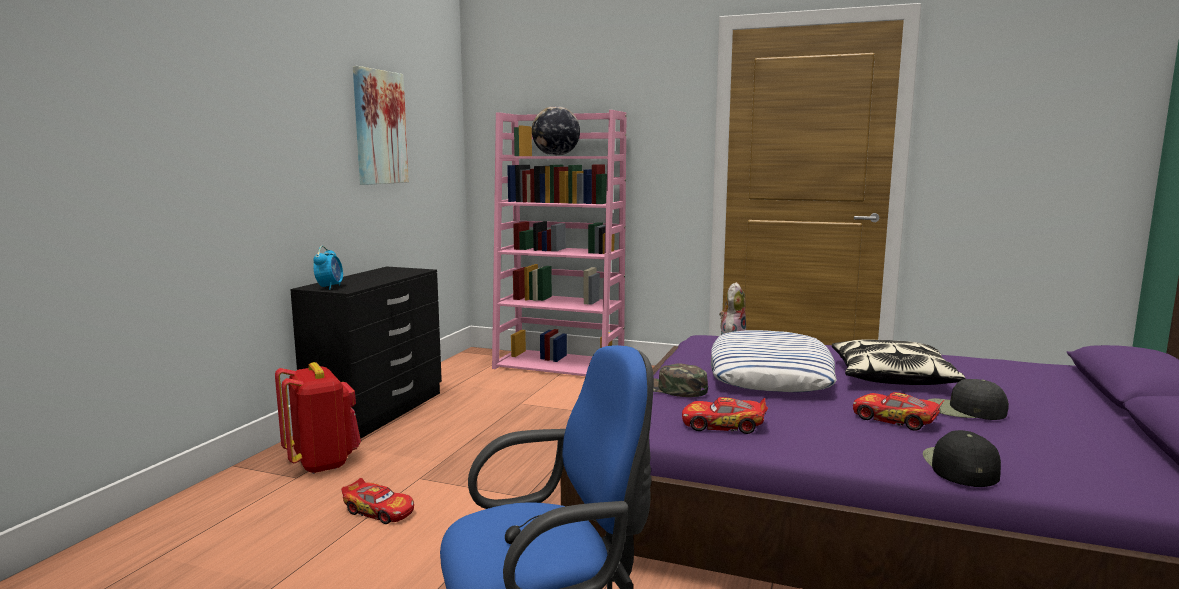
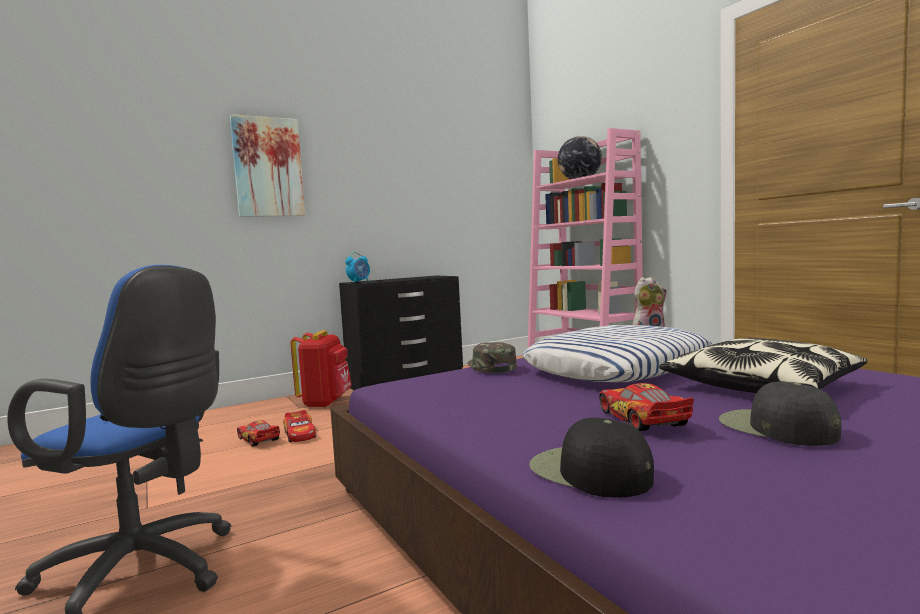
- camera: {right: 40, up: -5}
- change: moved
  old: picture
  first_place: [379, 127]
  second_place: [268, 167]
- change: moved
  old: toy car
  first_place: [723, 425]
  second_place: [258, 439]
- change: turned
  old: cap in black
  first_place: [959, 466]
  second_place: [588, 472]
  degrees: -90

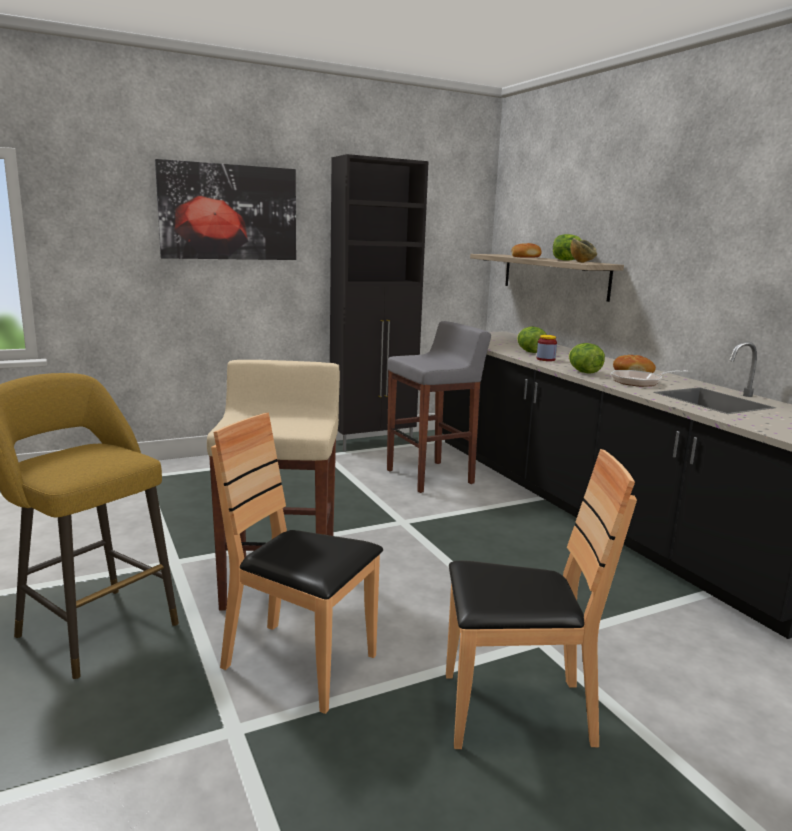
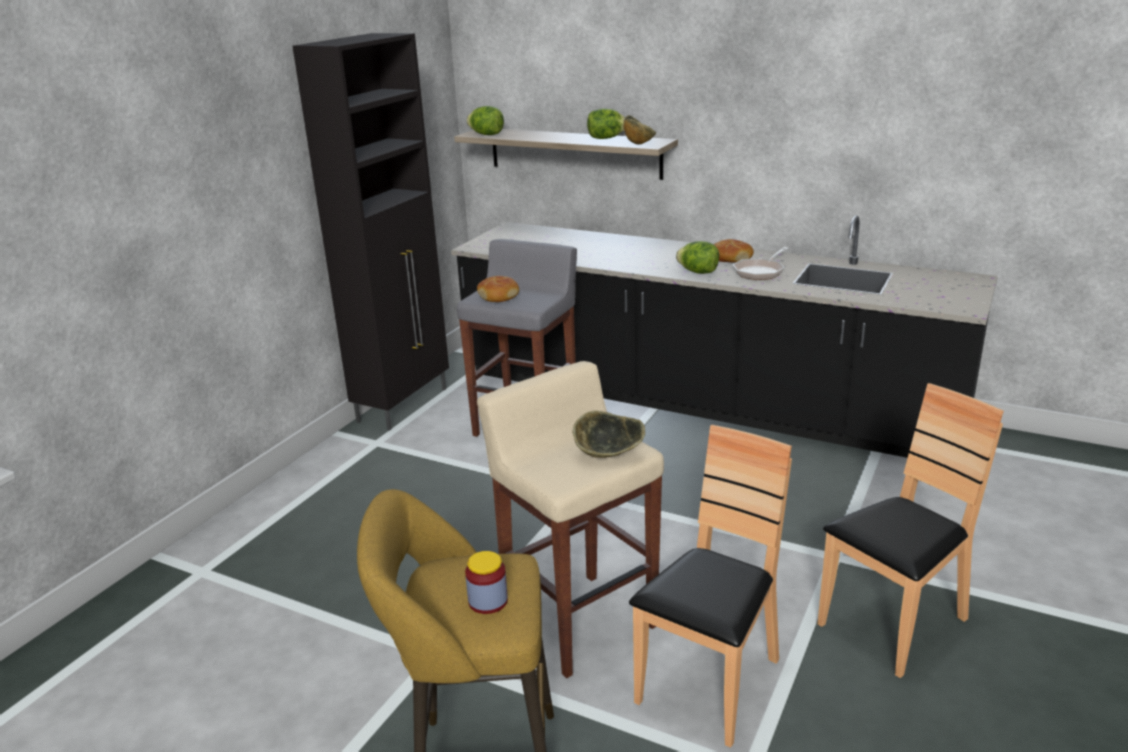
- camera: {right: -35, up: 10}
- change: removed
  old: picture
  first_place: [229, 212]
- change: moved
  old: bread
  first_place: [526, 257]
  second_place: [498, 296]
- change: moved
  old: lettuce
  first_place: [530, 352]
  second_place: [486, 135]
- change: moved
  old: jar
  first_place: [545, 359]
  second_place: [488, 601]
- change: turned
  old: chair in brown
  first_place: [300, 664]
  second_place: [710, 683]
  degrees: 135
- change: added
  new: bowl
  second_place: [608, 456]

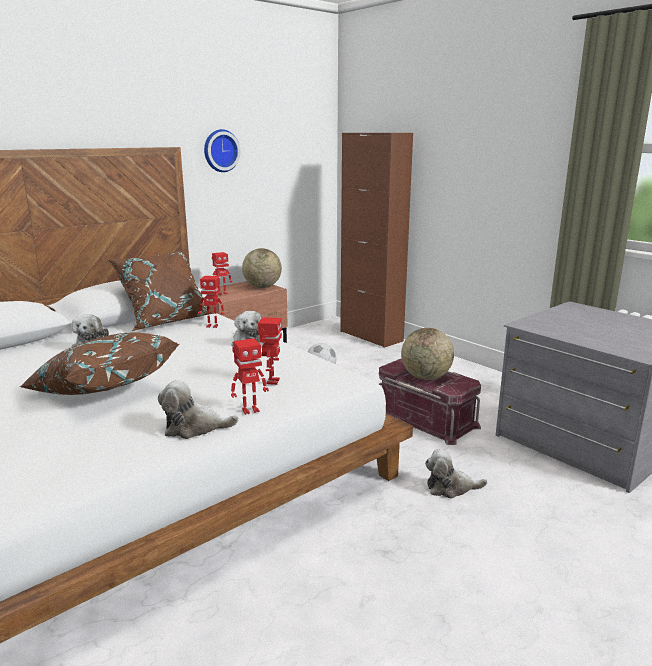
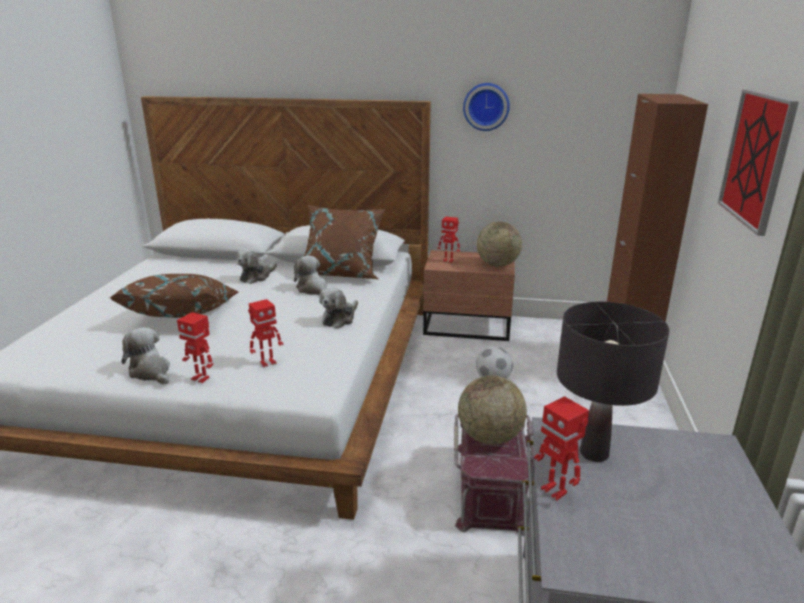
- camera: {right: 50, up: 5}
- change: moved
  old: toy robot
  first_place: [212, 326]
  second_place: [555, 490]
- change: moved
  old: plush toy
  first_place: [450, 488]
  second_place: [313, 290]
- change: added
  new: picture
  second_place: [756, 159]
- change: added
  new: table lamp in black
  second_place: [594, 453]

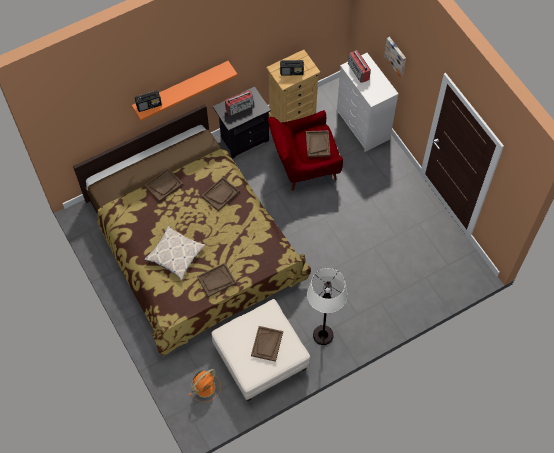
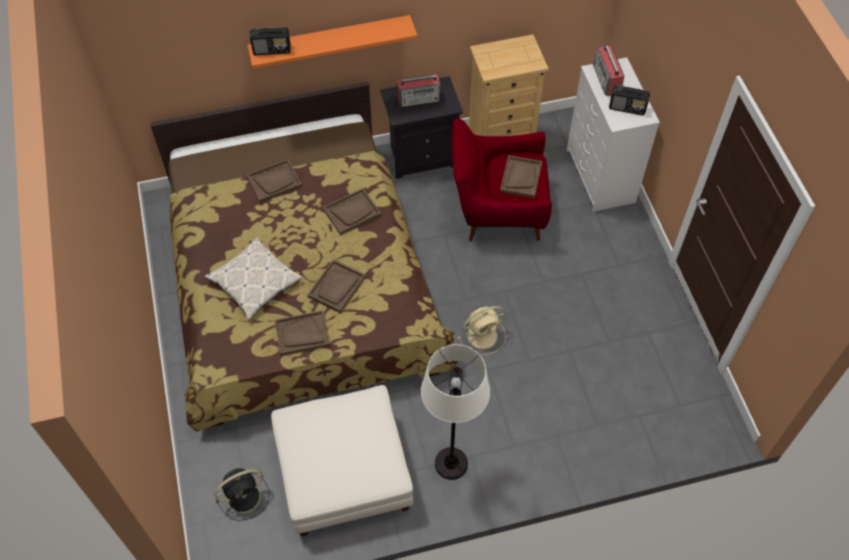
- camera: {right: 15, up: -5}
- change: removed
  old: picture
  first_place: [396, 56]
- change: moved
  old: radio
  first_place: [292, 72]
  second_place: [627, 108]
- change: moved
  old: tray in brown
  first_place: [267, 344]
  second_place: [337, 287]
- change: recoloured
  old: fan in orange
  new: fan in black
  first_place: [205, 386]
  second_place: [245, 496]
- change: added
  new: fan in beige
  second_place: [483, 335]

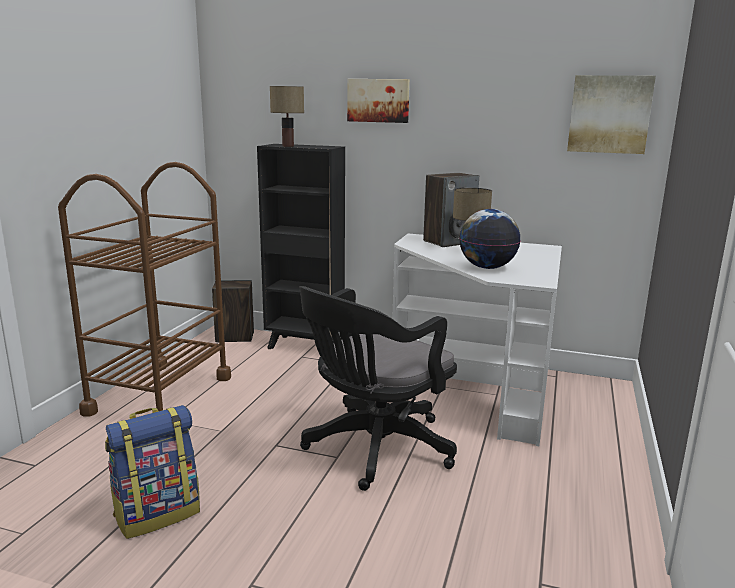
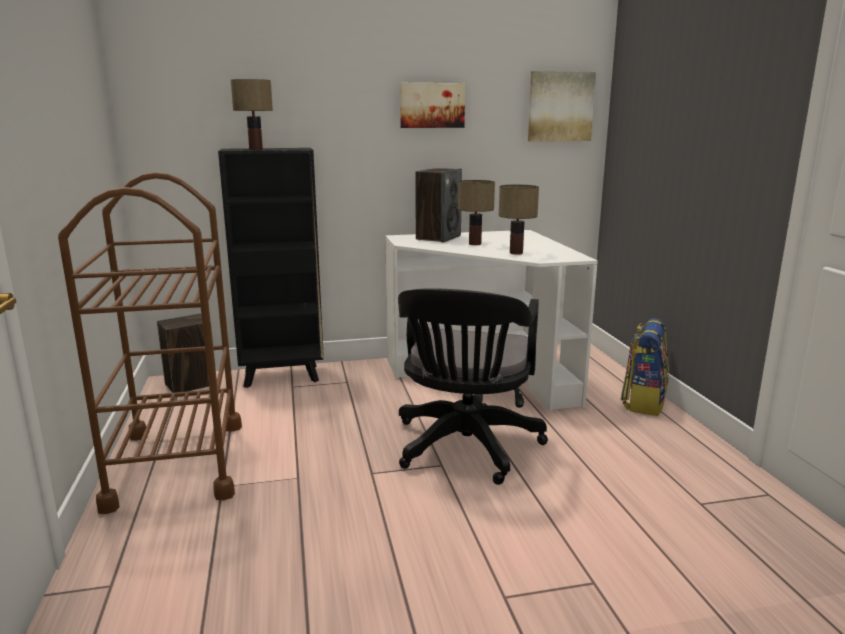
- camera: {right: -30, up: 0}
- change: moved
  old: picture
  first_place: [378, 100]
  second_place: [432, 105]
- change: replaced
  old: globe
  new: table lamp
  first_place: [487, 267]
  second_place: [515, 253]
- change: moved
  old: backpack
  first_place: [158, 513]
  second_place: [643, 402]

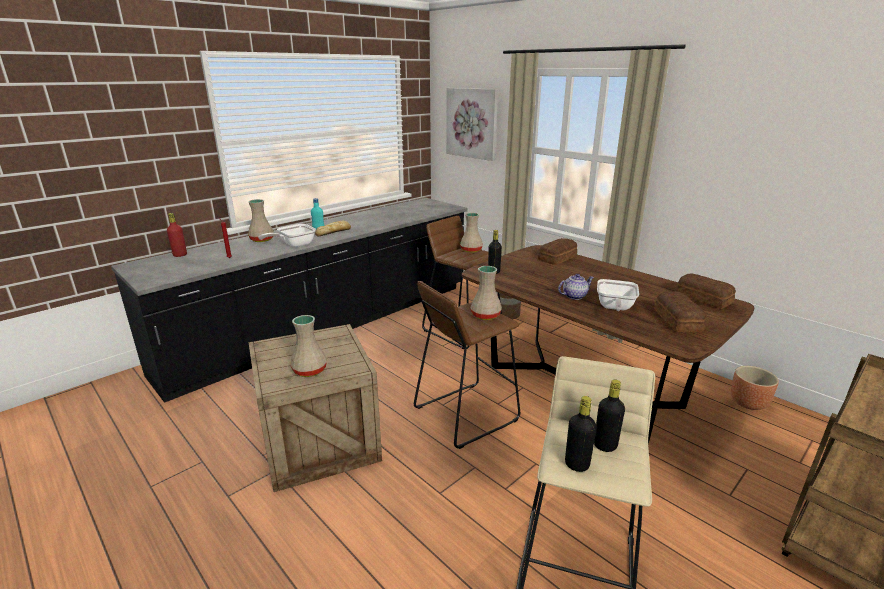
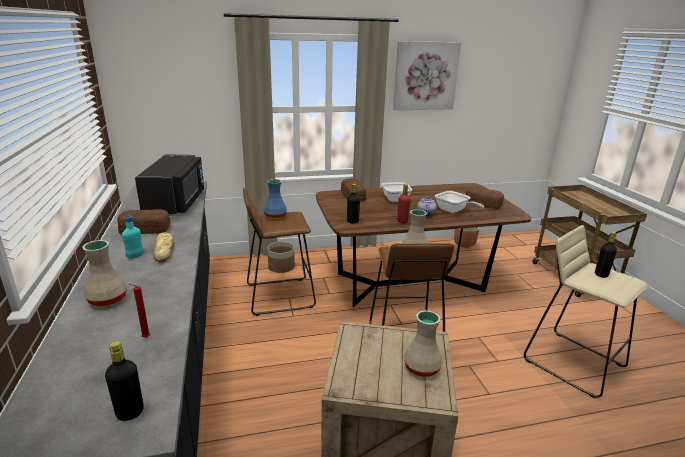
- camera: {right: -60, up: 0}
- change: moved
  old: picture
  first_place: [472, 123]
  second_place: [425, 76]
- change: moved
  old: bottle in red
  first_place: [180, 255]
  second_place: [402, 221]
- change: recoloured
  old: vase in beige
  new: vase in blue
  first_place: [471, 250]
  second_place: [275, 216]
- change: moved
  old: frying pan
  first_place: [294, 245]
  second_place: [396, 201]
- change: moved
  old: bread
  first_place: [703, 298]
  second_place: [145, 229]
- change: moved
  old: bottle in black
  first_place: [577, 464]
  second_place: [130, 412]
- change: added
  new: microwave in black
  second_place: [176, 203]

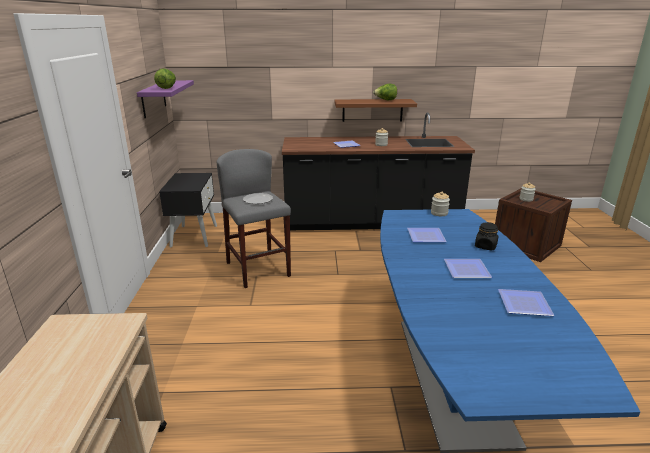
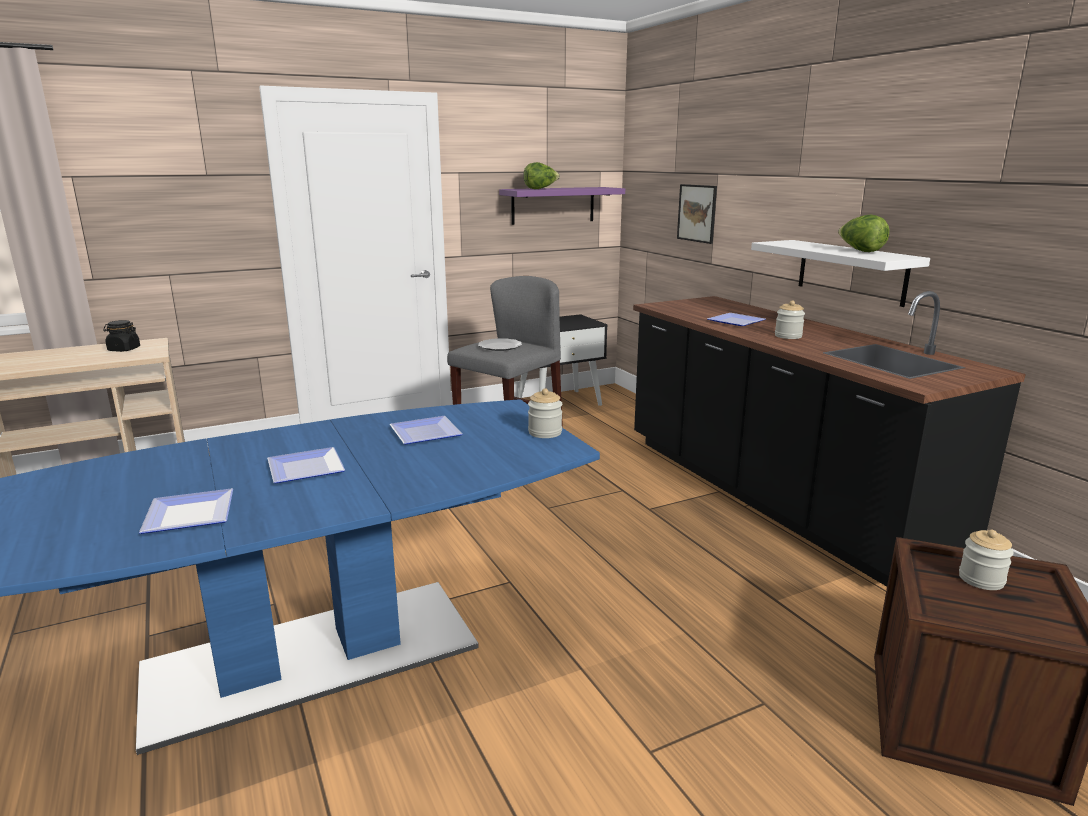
- camera: {right: 65, up: -5}
- change: recoloured
  old: shelf in brown
  new: shelf in white
  first_place: [372, 110]
  second_place: [851, 272]
- change: moved
  old: jar in black
  first_place: [485, 246]
  second_place: [124, 349]
- change: added
  new: picture
  second_place: [697, 213]

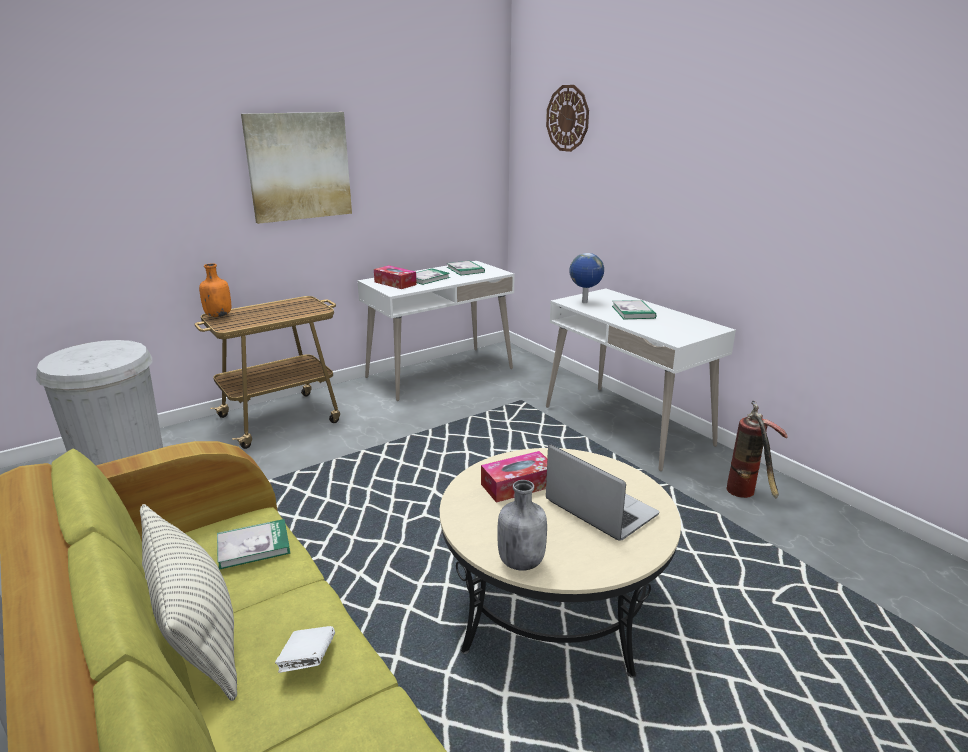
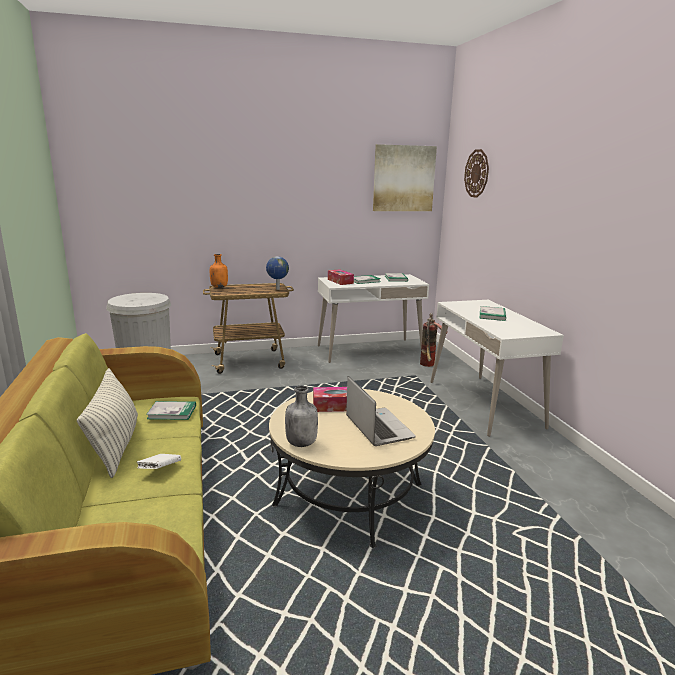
- camera: {right: 20, up: -5}
- change: moved
  old: picture
  first_place: [299, 166]
  second_place: [403, 178]
- change: moved
  old: globe
  first_place: [584, 302]
  second_place: [277, 289]
- change: moved
  old: fire extinguisher
  first_place: [749, 496]
  second_place: [429, 366]

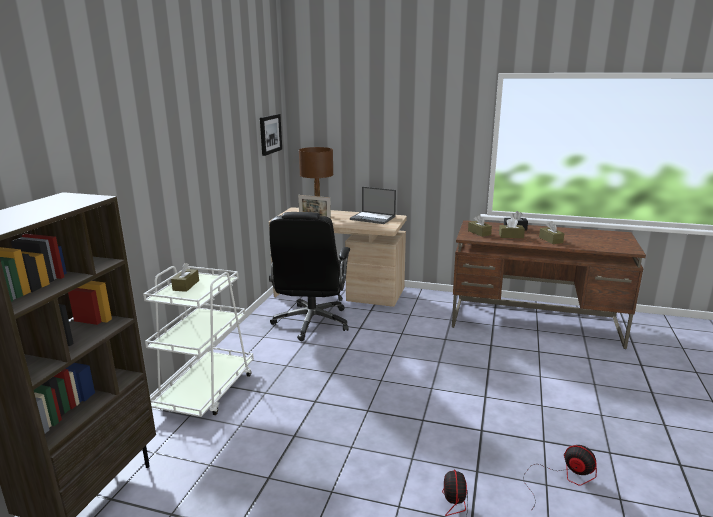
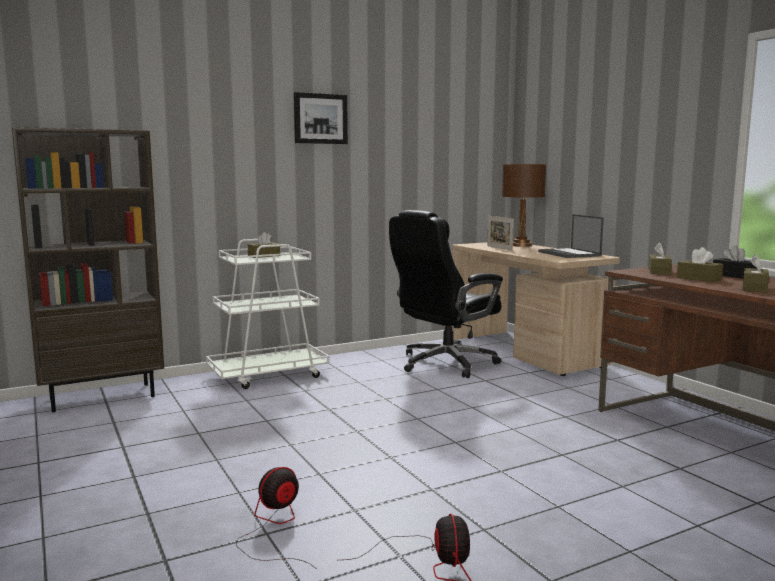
- camera: {right: 45, up: -10}
- change: moved
  old: picture
  first_place: [270, 134]
  second_place: [320, 119]

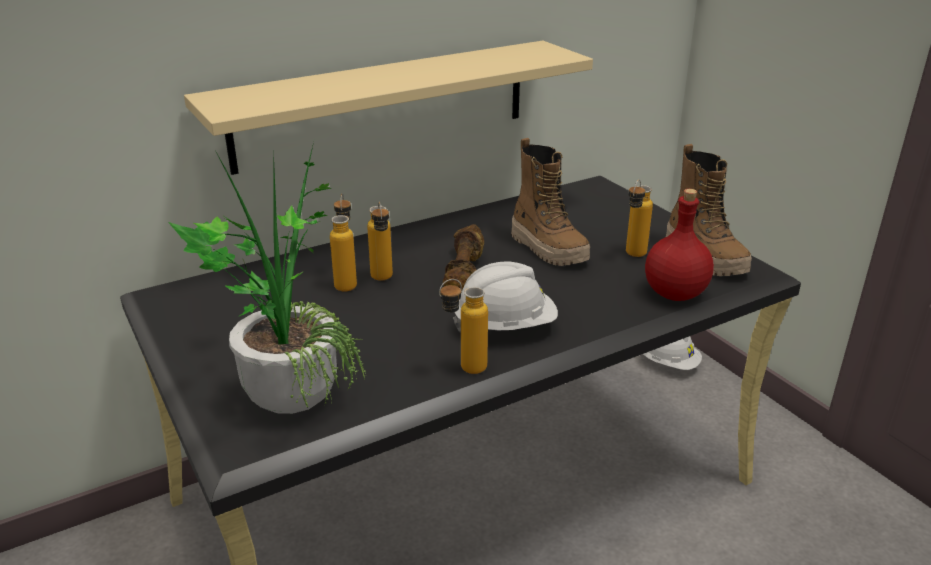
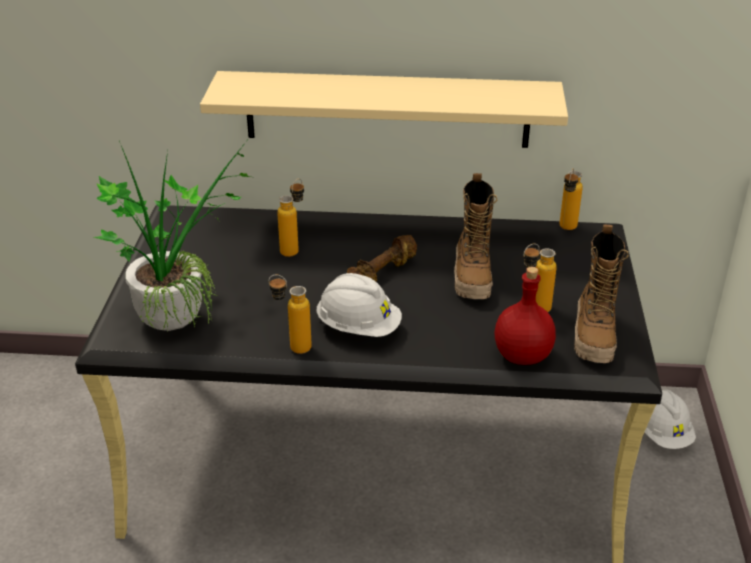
- camera: {right: 35, up: 5}
- change: moved
  old: bottle
  first_place: [382, 280]
  second_place: [566, 230]

